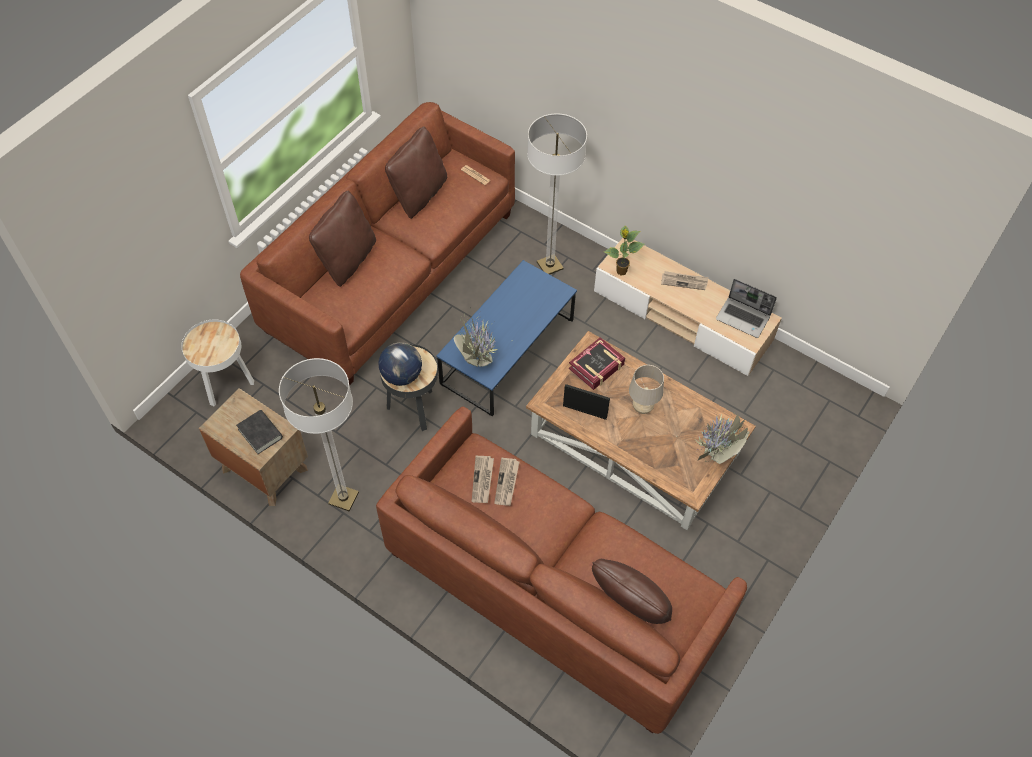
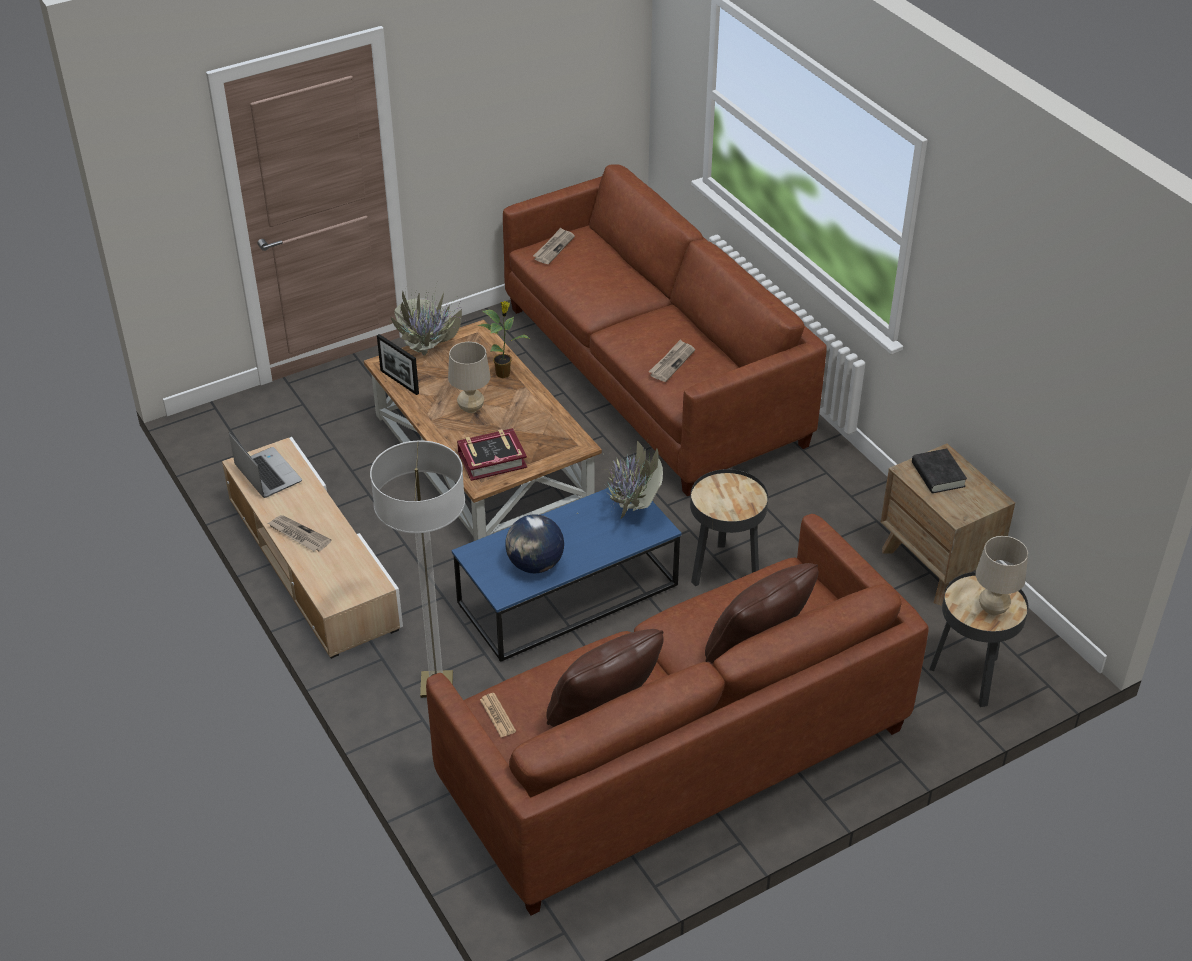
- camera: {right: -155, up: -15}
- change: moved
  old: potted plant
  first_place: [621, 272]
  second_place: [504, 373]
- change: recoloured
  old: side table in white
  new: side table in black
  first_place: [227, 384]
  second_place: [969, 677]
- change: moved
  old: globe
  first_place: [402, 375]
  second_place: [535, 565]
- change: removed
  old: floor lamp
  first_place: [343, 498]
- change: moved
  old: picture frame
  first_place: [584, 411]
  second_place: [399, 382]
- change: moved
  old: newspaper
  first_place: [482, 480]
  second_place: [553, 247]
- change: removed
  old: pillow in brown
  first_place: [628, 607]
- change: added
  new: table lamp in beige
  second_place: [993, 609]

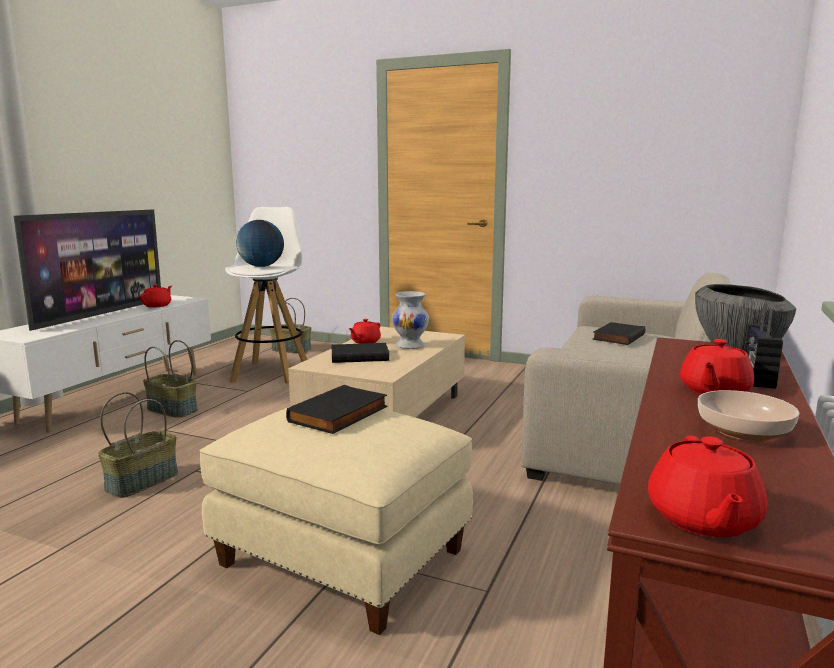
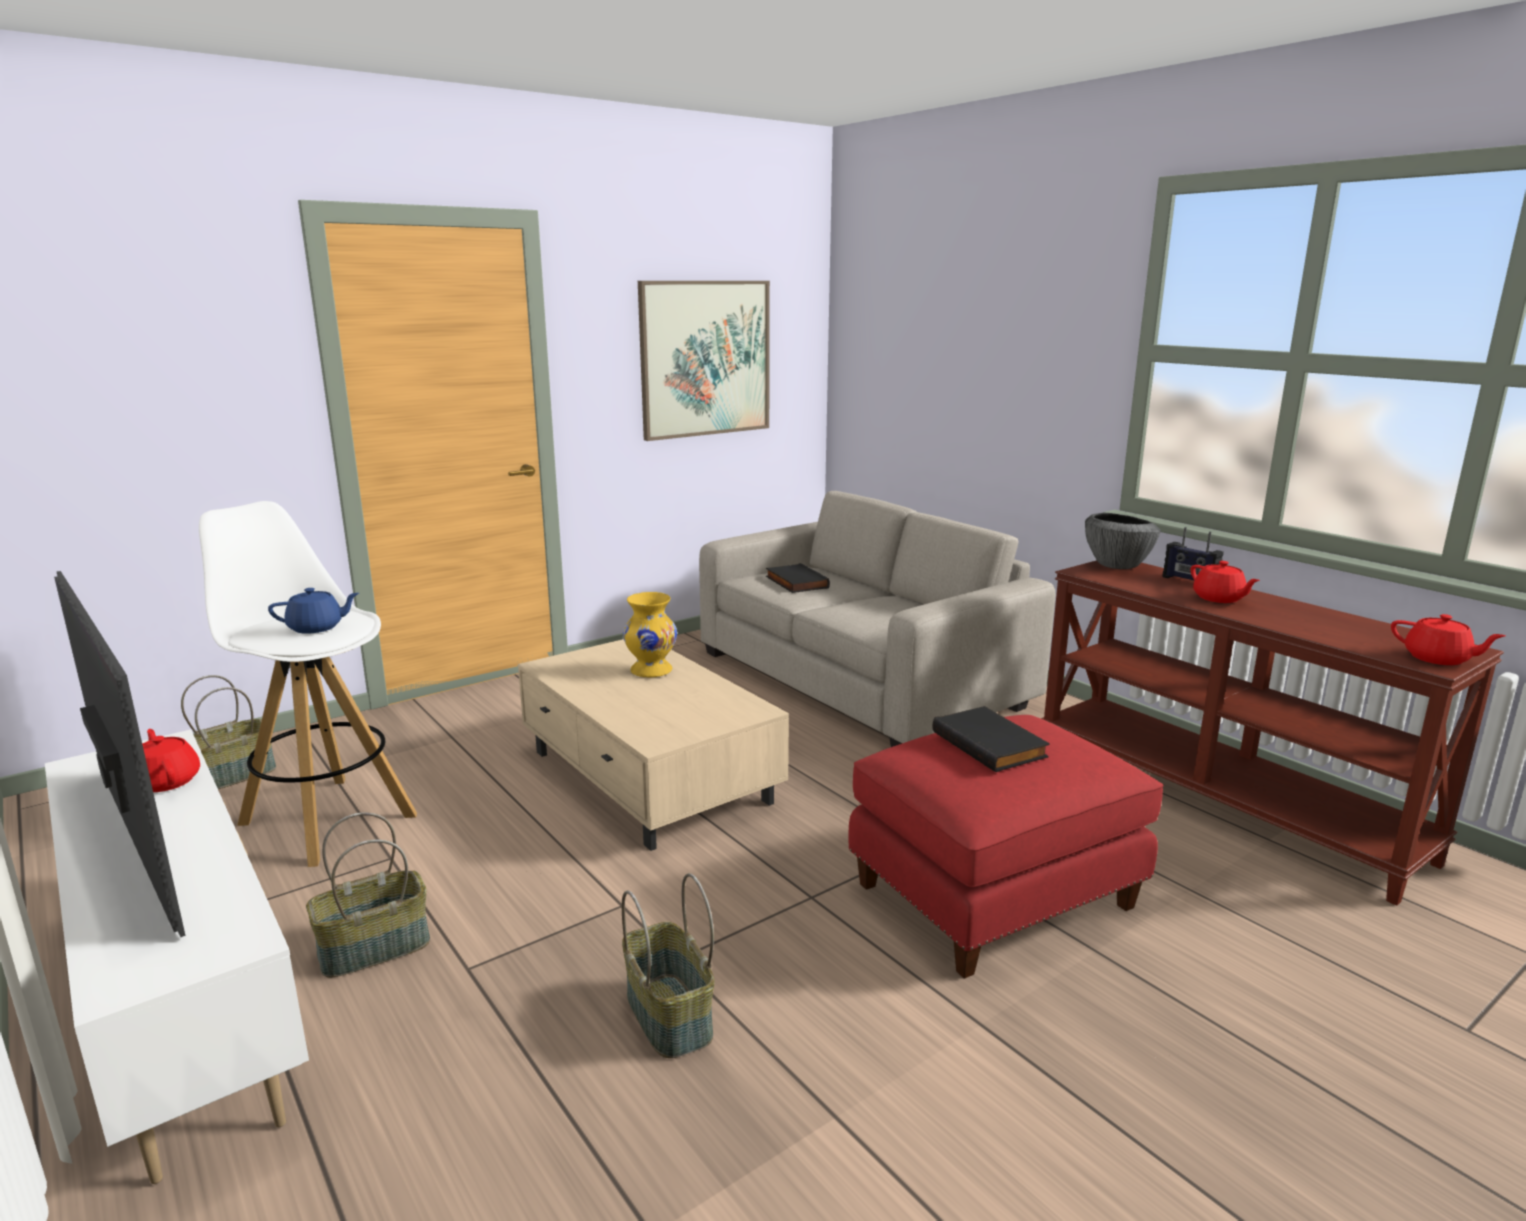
- camera: {right: -60, up: 5}
- change: replaced
  old: globe
  new: teapot in blue
  first_place: [261, 266]
  second_place: [317, 628]
- change: recoloured
  old: vase in white
  new: vase in yellow
  first_place: [411, 346]
  second_place: [651, 670]
- change: removed
  old: teapot in red
  first_place: [365, 342]
- change: removed
  old: book in black
  first_place: [360, 356]
- change: removed
  old: bowl
  first_place: [745, 431]
- change: recoloured
  old: ottoman in beige
  new: ottoman in red
  first_place: [340, 558]
  second_place: [995, 897]
- change: added
  new: picture
  second_place: [705, 358]

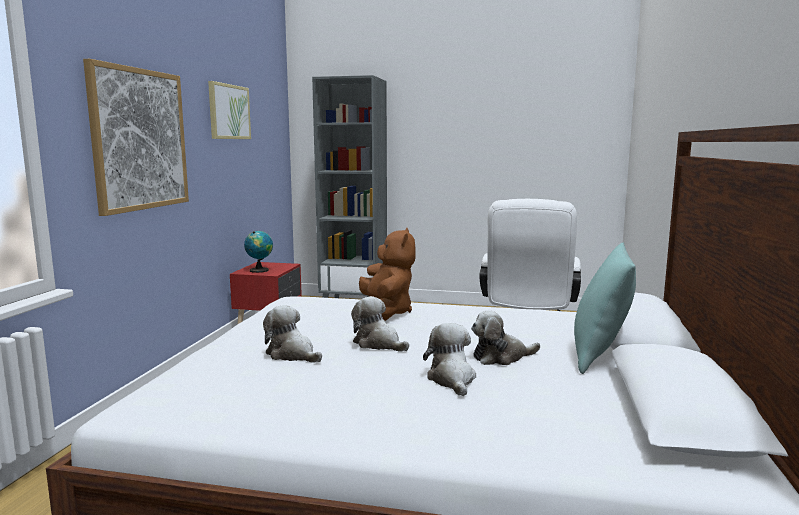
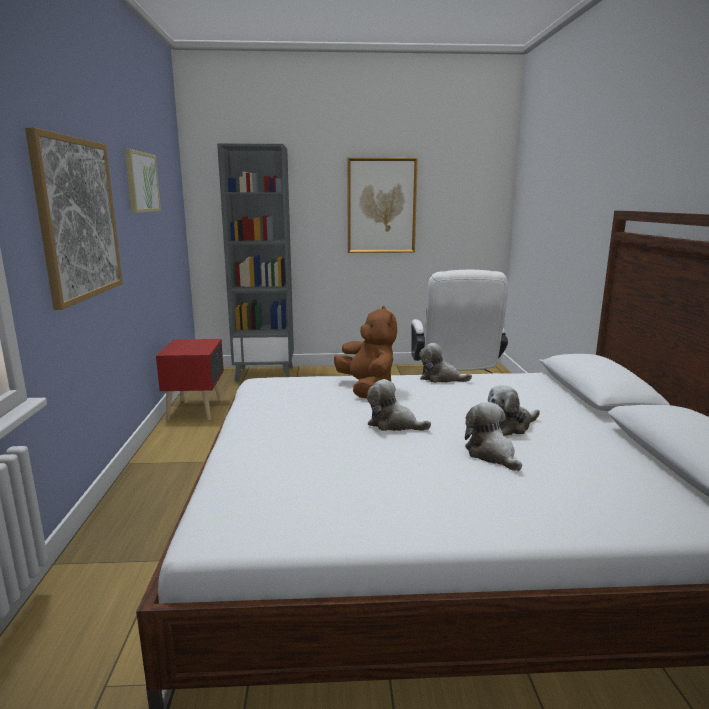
- camera: {right: -15, up: 5}
- change: removed
  old: globe
  first_place: [260, 270]
- change: removed
  old: pillow in turquoise
  first_place: [600, 356]
- change: moved
  old: plush toy
  first_place: [292, 354]
  second_place: [440, 378]
- change: added
  new: picture
  second_place: [381, 206]

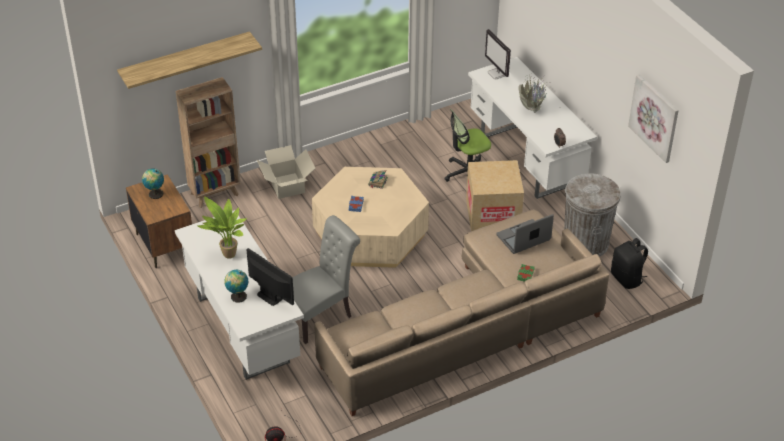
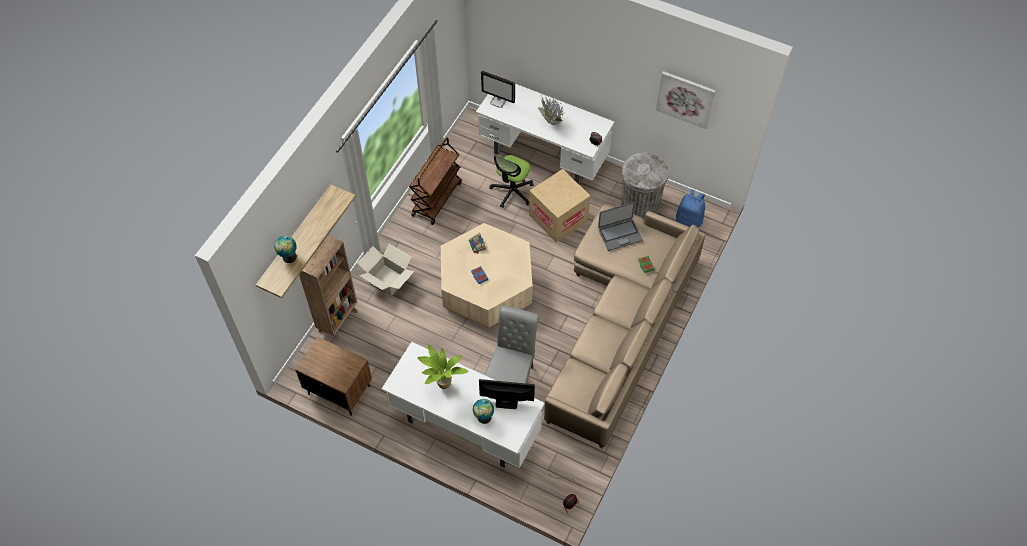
- camera: {right: -35, up: 15}
- change: moved
  old: globe
  first_place: [154, 194]
  second_place: [288, 257]
- change: turned
  old: laptop
  first_place: [523, 238]
  second_place: [619, 234]
  degrees: -135
- change: recoloured
  old: backpack in black
  new: backpack in blue
  first_place: [627, 279]
  second_place: [689, 220]
- change: added
  new: cart in brown
  second_place: [436, 198]

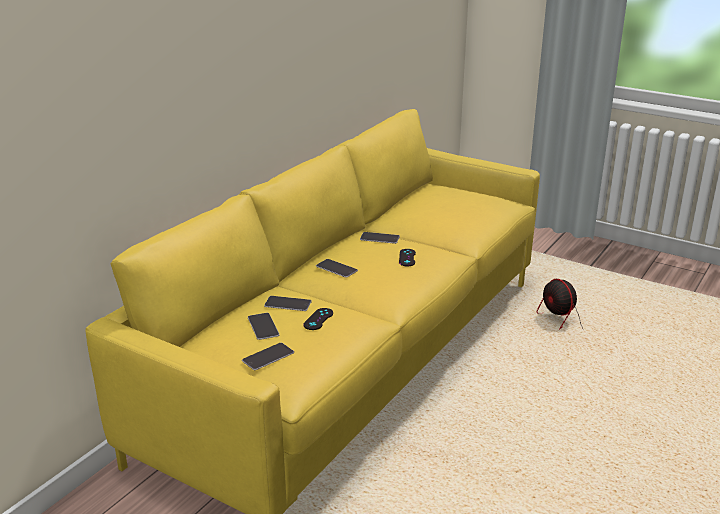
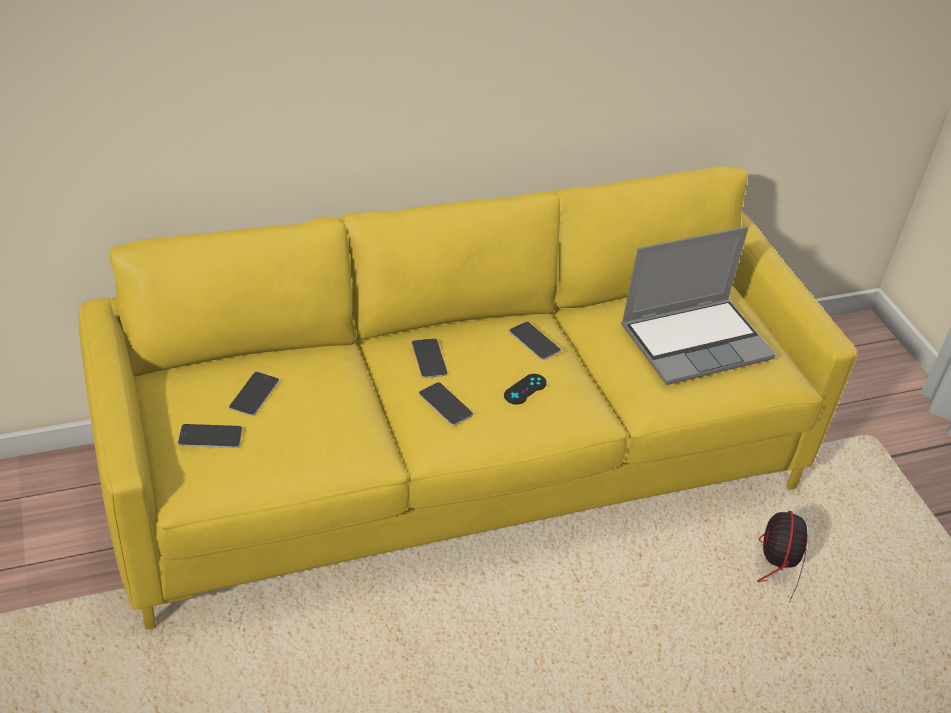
- camera: {right: 35, up: 15}
- change: moved
  old: phone
  first_place: [288, 304]
  second_place: [445, 404]
- change: removed
  old: game controller in black
  first_place: [318, 319]
- change: added
  new: laptop
  second_place: [696, 341]

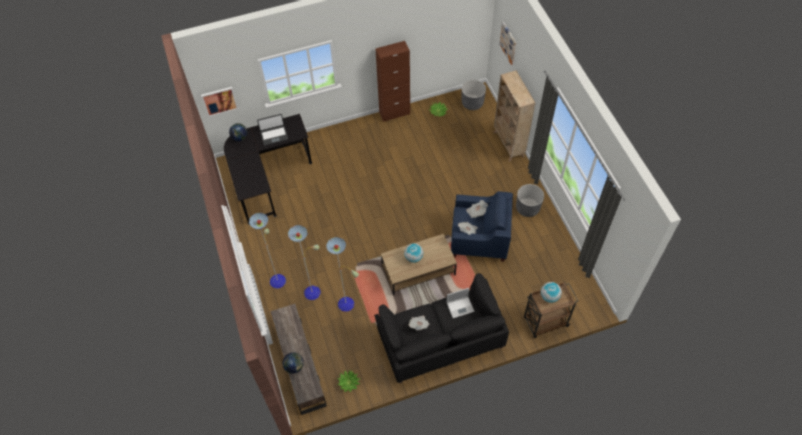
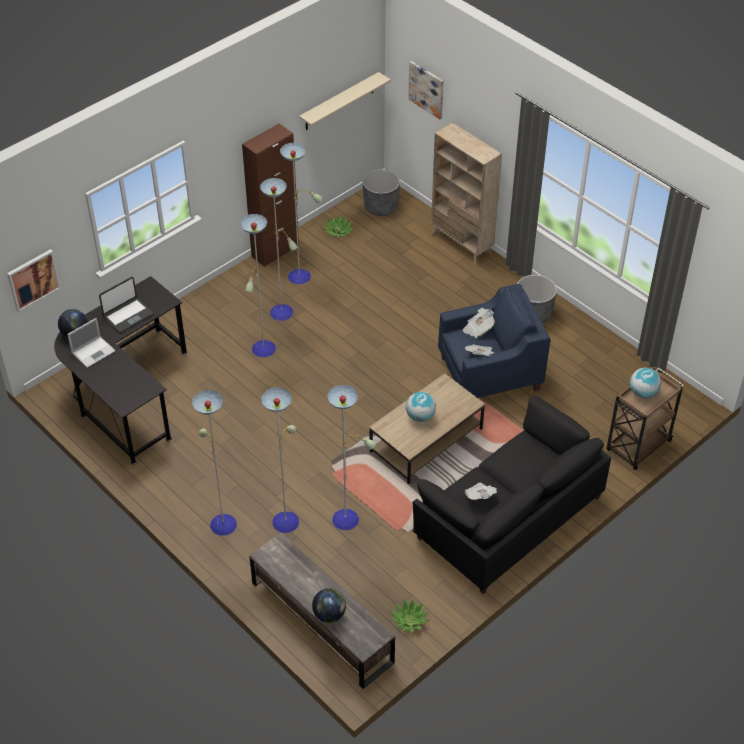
- camera: {right: -25, up: -10}
- change: moved
  old: laptop
  first_place: [460, 307]
  second_place: [94, 351]
- change: added
  new: shelf in beige
  second_place: [339, 102]
- change: added
  new: floor lamp
  second_place: [283, 312]

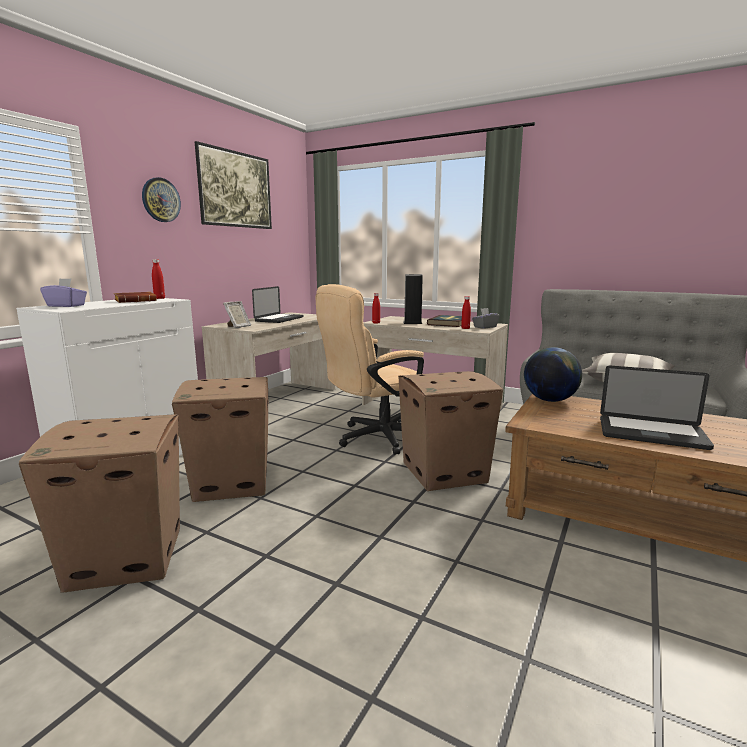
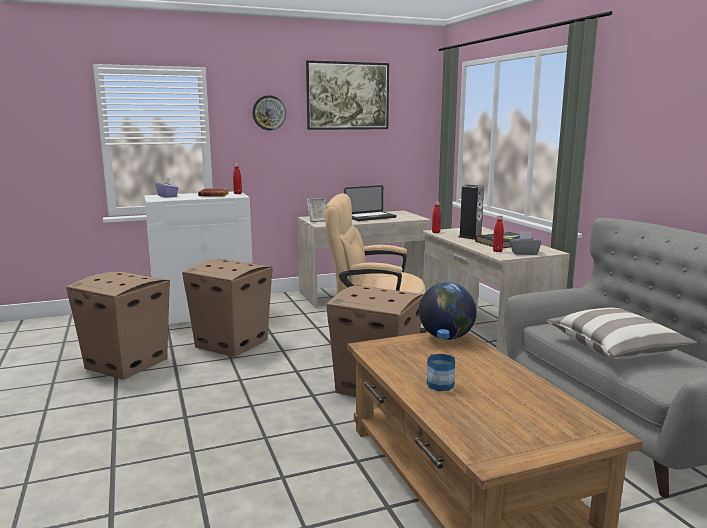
- camera: {right: 40, up: 0}
- change: replaced
  old: laptop
  new: bottle
  first_place: [651, 433]
  second_place: [440, 385]

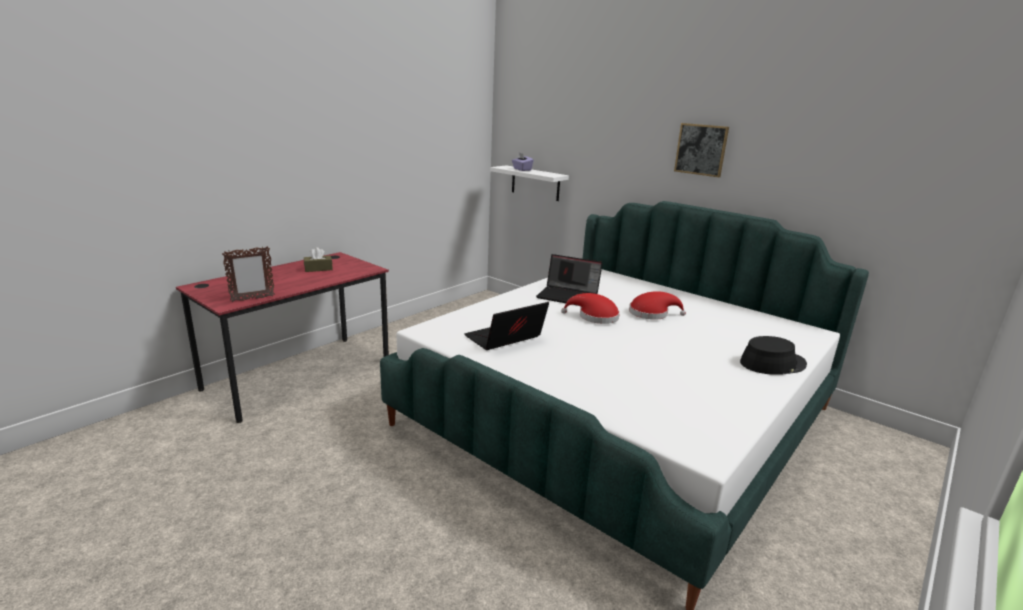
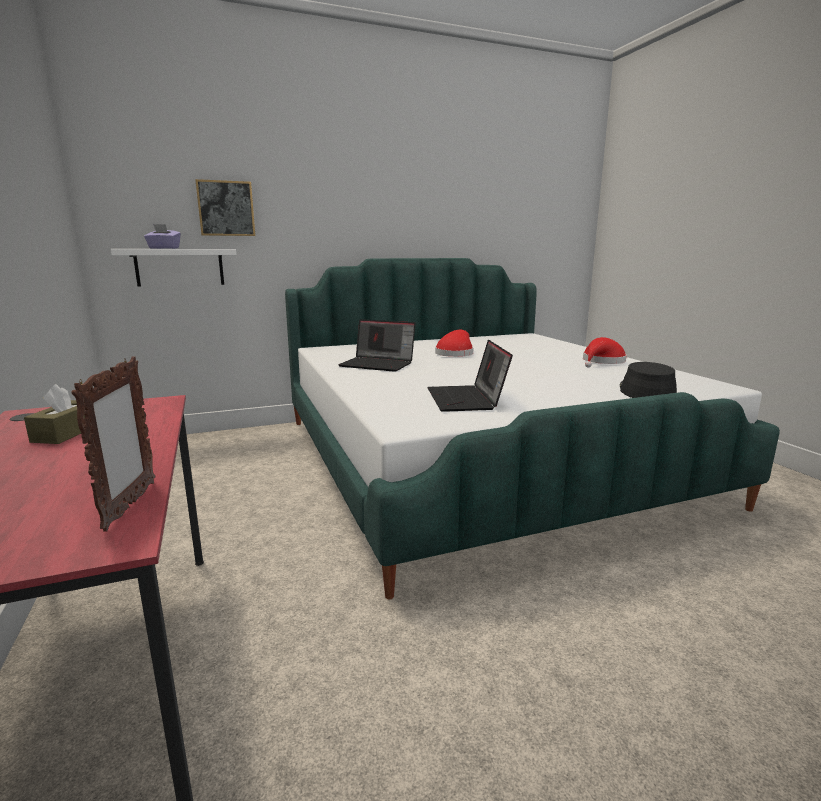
- camera: {right: -60, up: -5}
- change: moved
  old: picture
  first_place: [701, 149]
  second_place: [226, 208]
- change: turned
  old: laptop
  first_place: [569, 296]
  second_place: [378, 364]
  degrees: 60
- change: moved
  old: hat in red
  first_place: [594, 317]
  second_place: [602, 362]
- change: moved
  old: hat in black
  first_place: [772, 363]
  second_place: [646, 391]

